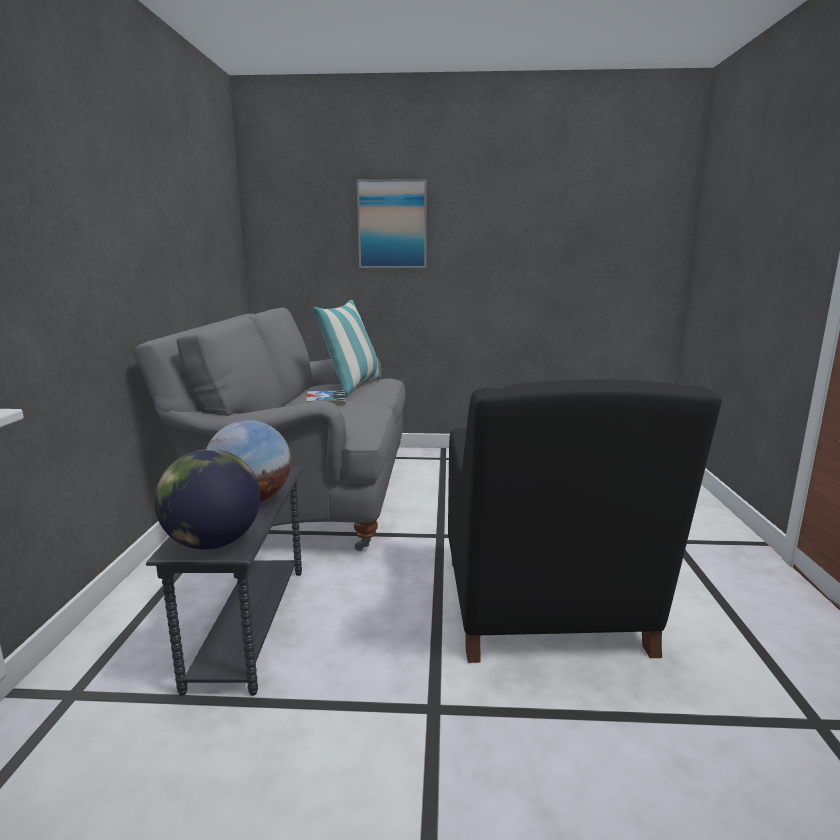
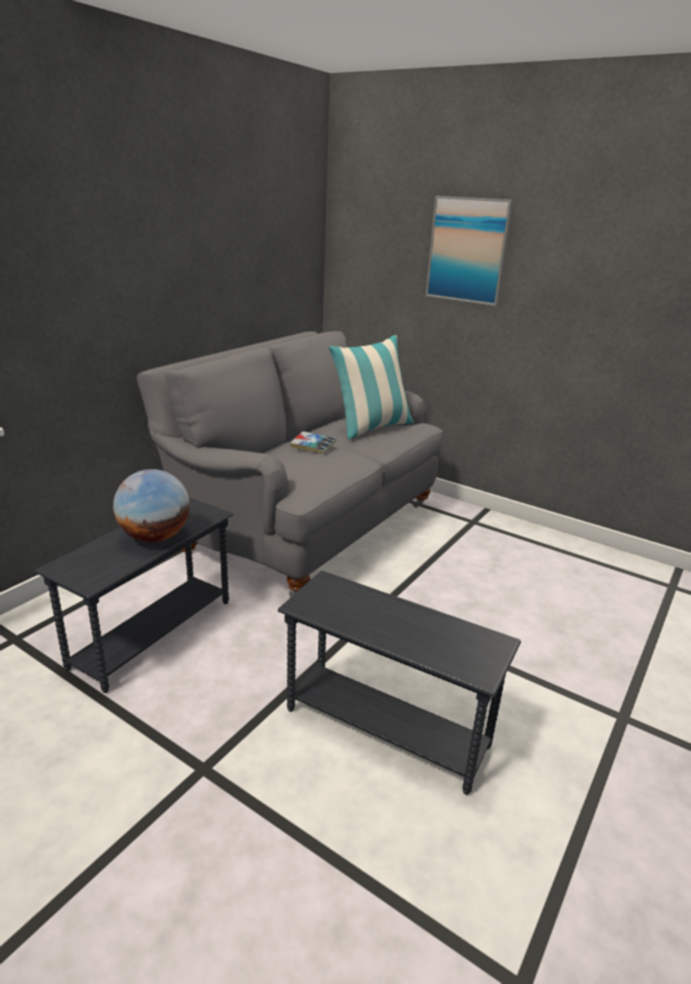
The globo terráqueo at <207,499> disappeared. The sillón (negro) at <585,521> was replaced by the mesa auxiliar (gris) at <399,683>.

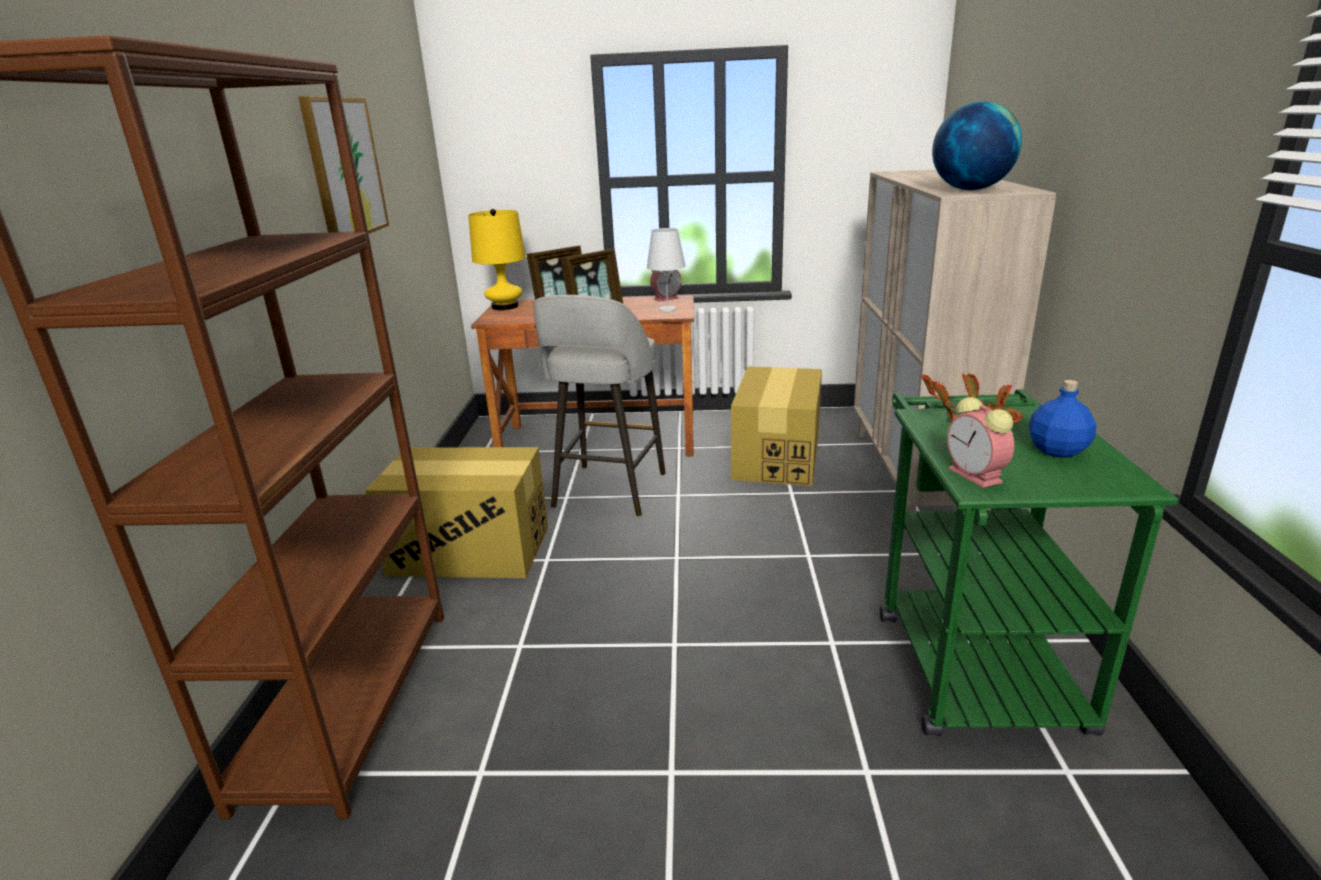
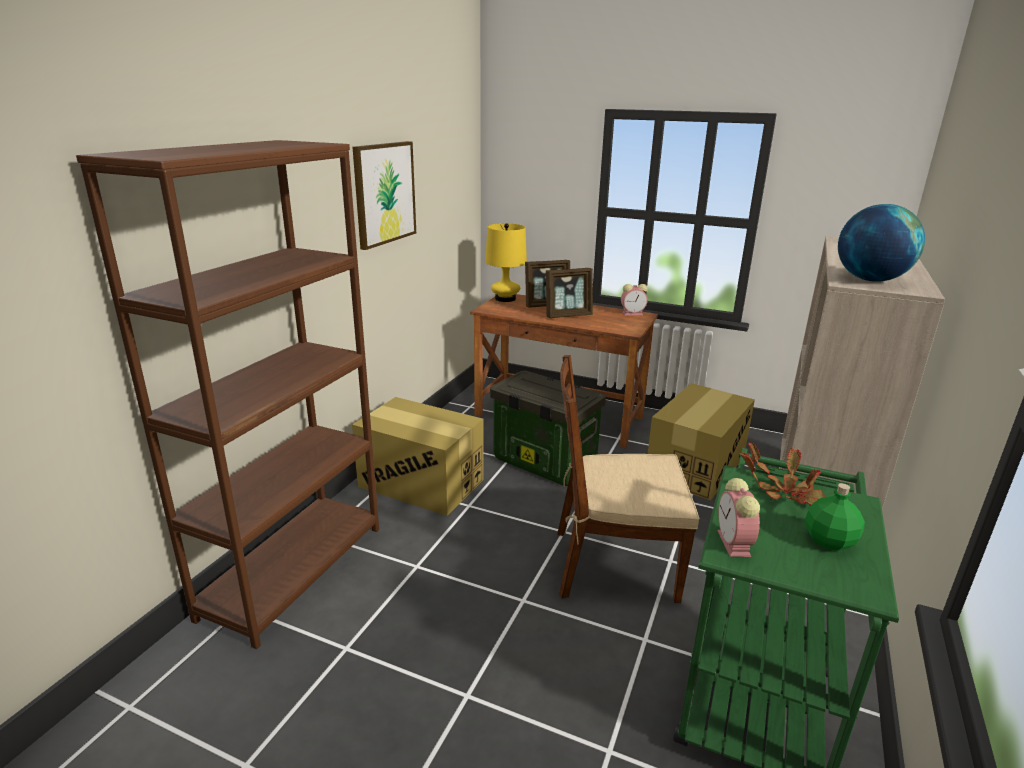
The lámpara de mesa (blanco) at <666,270> disappeared. The silla (marrón) at <628,479> appeared. The taburete (gris) at <599,406> was replaced by the caja de almacenaje at <548,428>. The botella (azul) at <1062,419> became the botella (verde) at <835,517>.

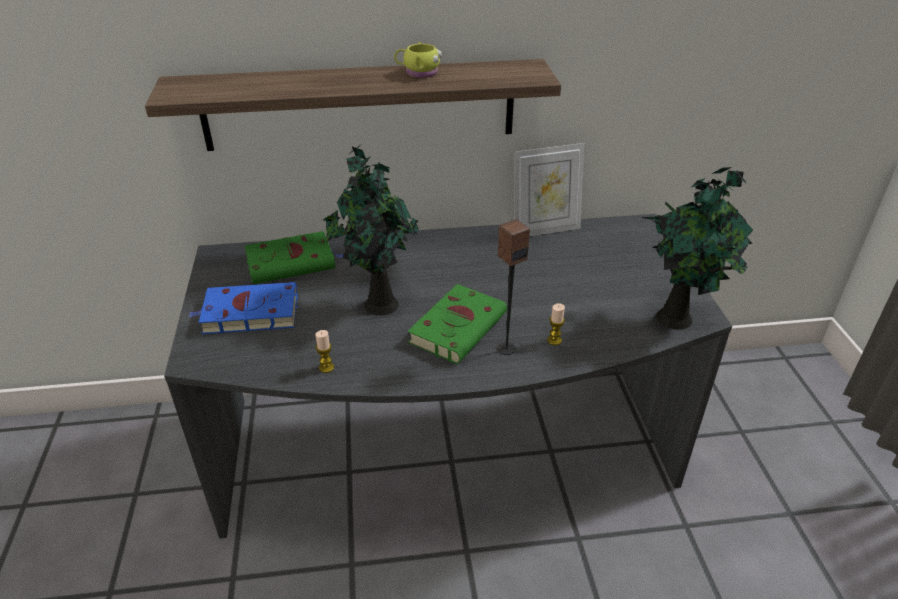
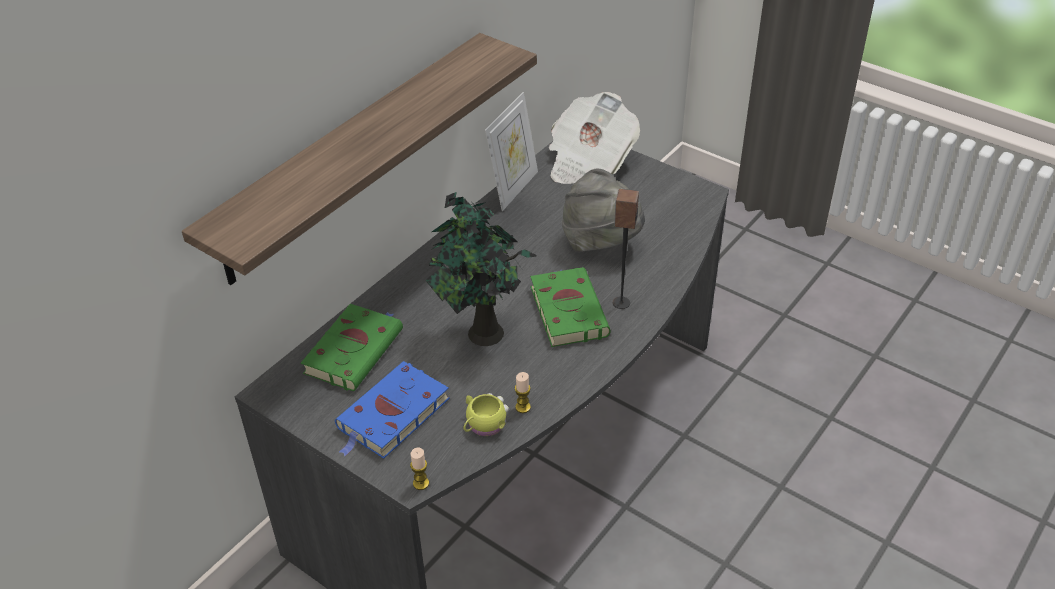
The planta en maceta at <697,248> disappeared. The periódico at <594,138> appeared. The sombrero (gris) at <603,210> appeared. The taza grande (amarillo) moved from <418,60> to <486,414>. The vela moved from <556,324> to <419,469>.

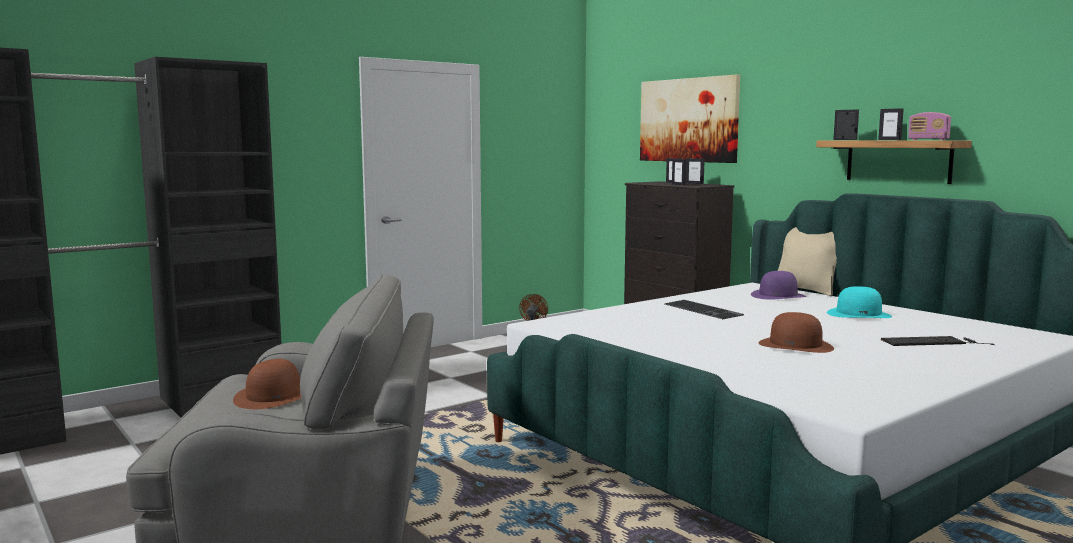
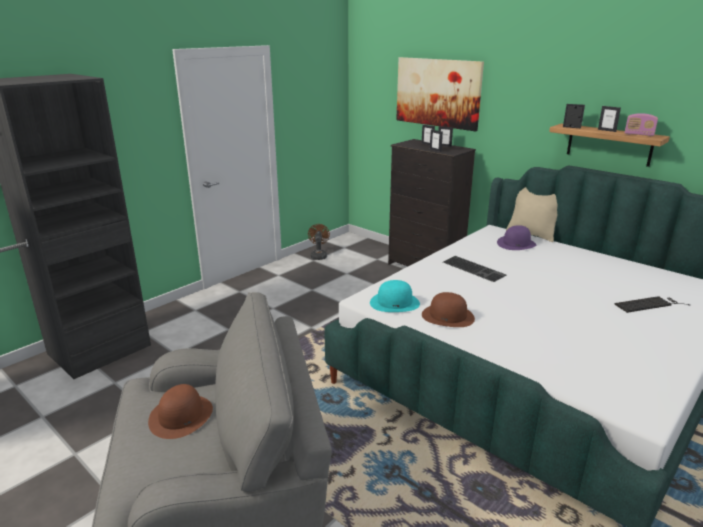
The sombrero (marrón) moved from <796,332> to <448,309>. The sombrero (turquesa) moved from <859,302> to <395,296>.

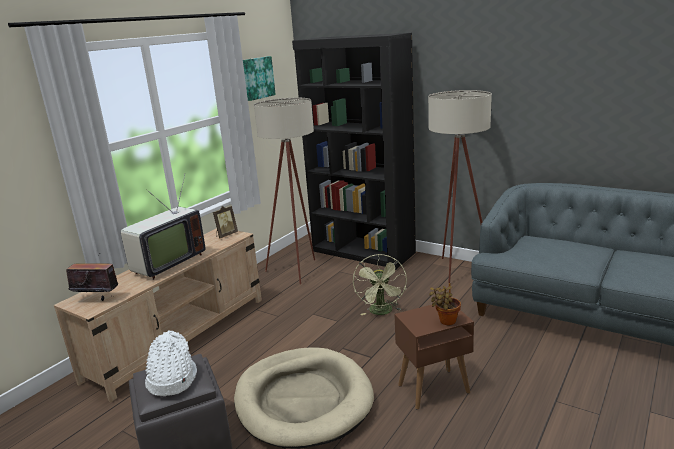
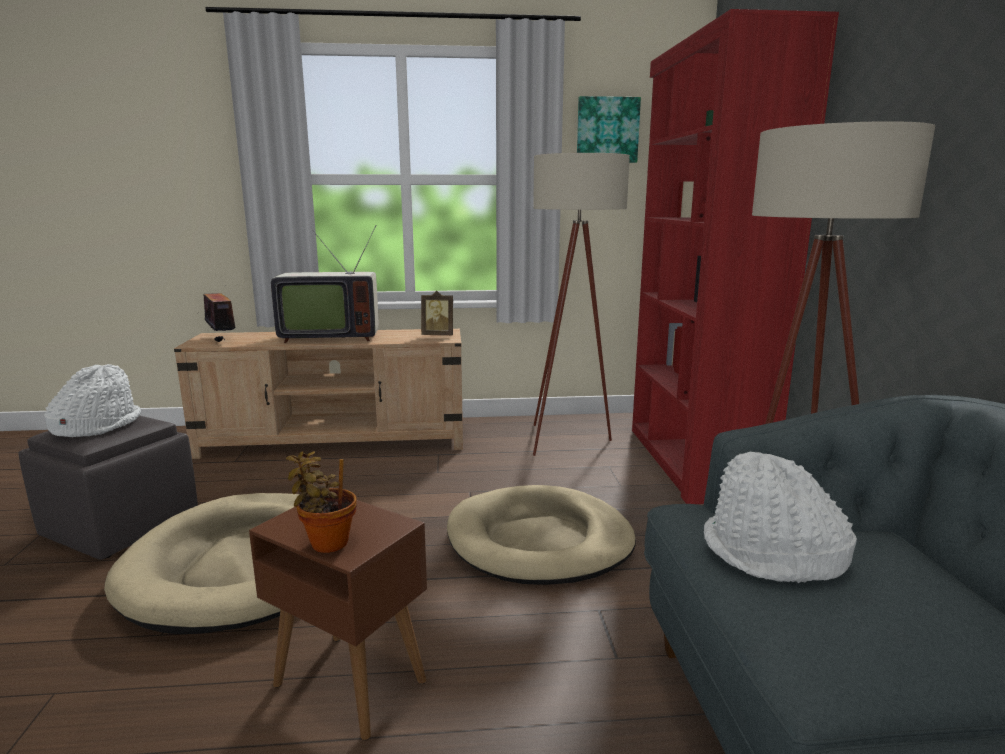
The sombrero (blanco) at <780,517> appeared. The ventilador (verde) at <380,284> was replaced by the cama para perro (beis) at <541,535>. The estantería (negro) at <354,151> became the estantería (rojo) at <735,256>.

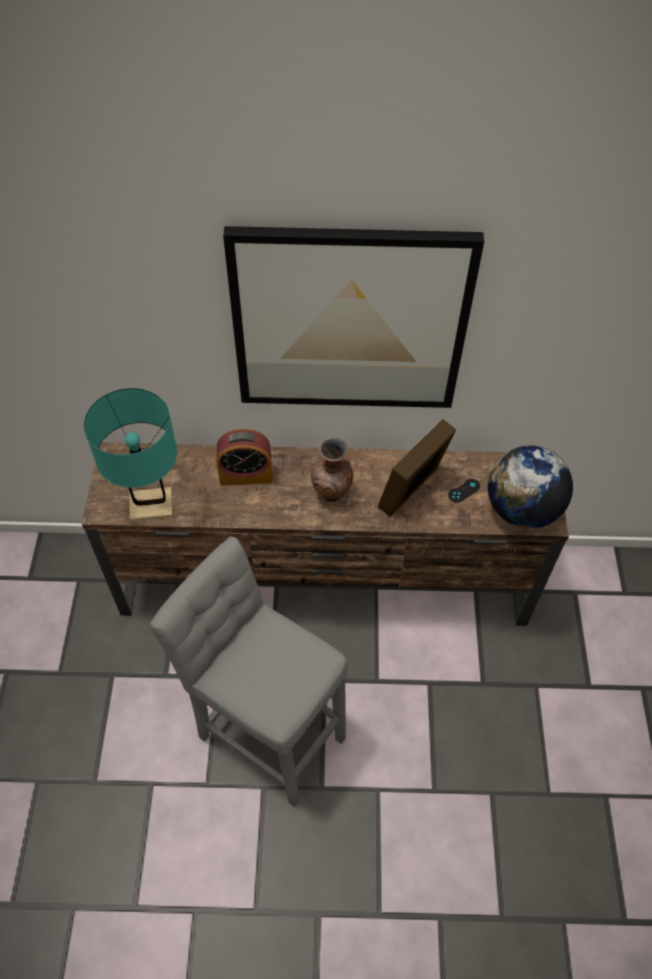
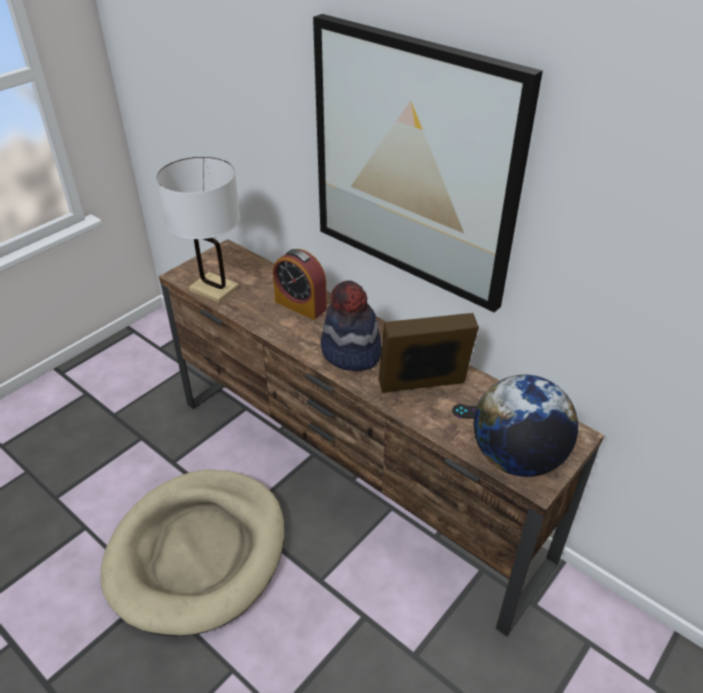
The taburete (gris) at <249,671> was replaced by the cama para perro (beis) at <192,552>. The florero (marrón) at <332,470> was replaced by the sombrero at <351,325>. The lámpara de mesa (turquesa) at <130,454> became the lámpara de mesa (blanco) at <198,230>.

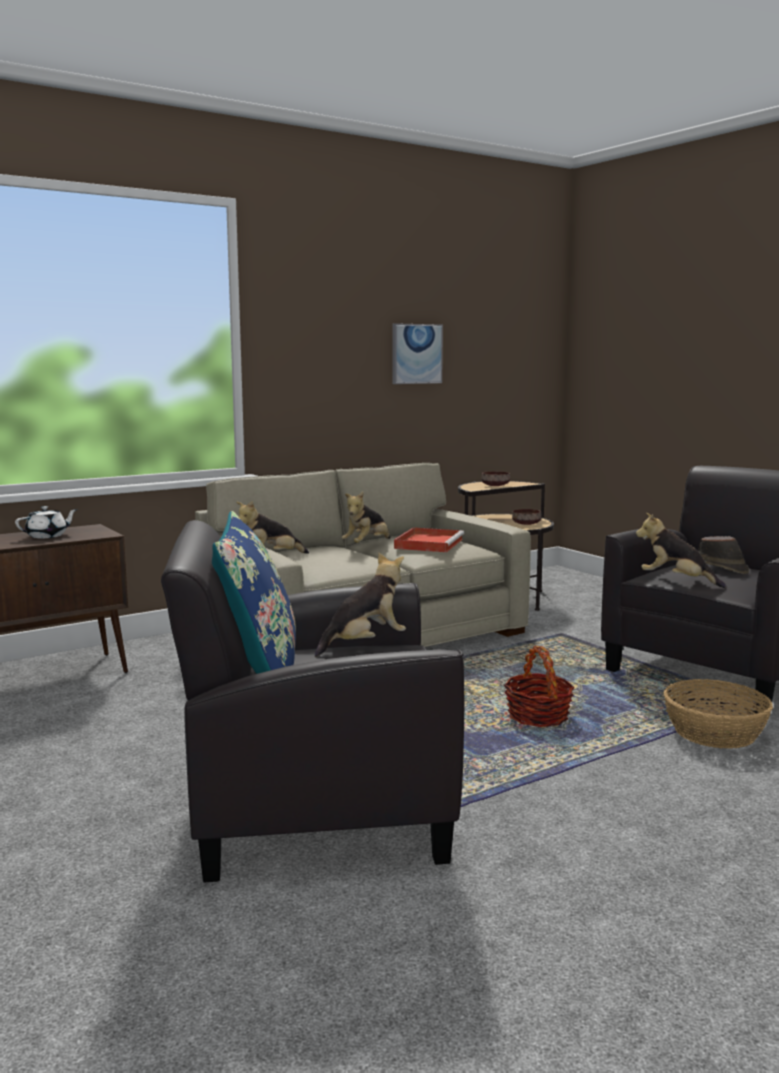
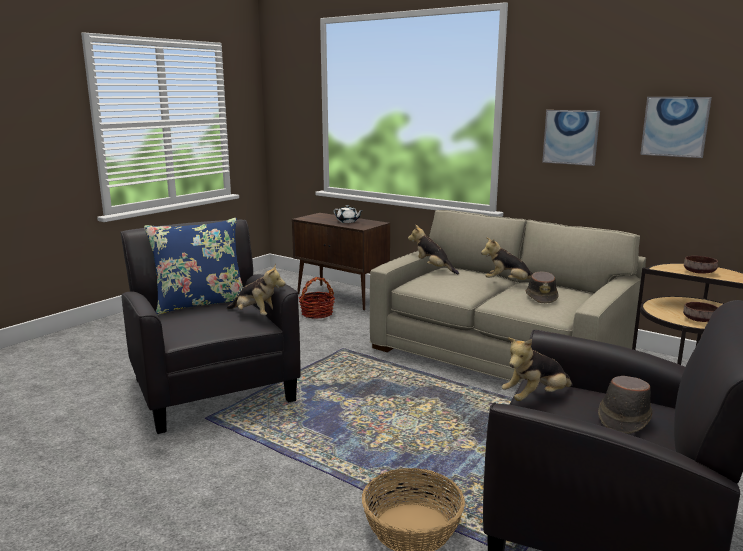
The cuadro at <571,138> appeared. The cesta moved from <539,686> to <317,298>. The bandeja (rojo) at <429,539> was replaced by the sombrero (marrón) at <542,287>. The peluche at <681,550> turned 135 degrees counterclockwise.

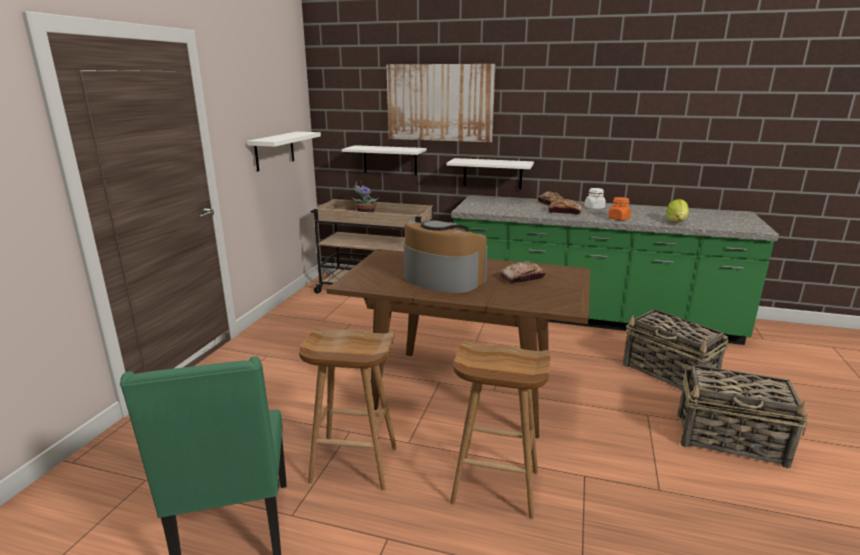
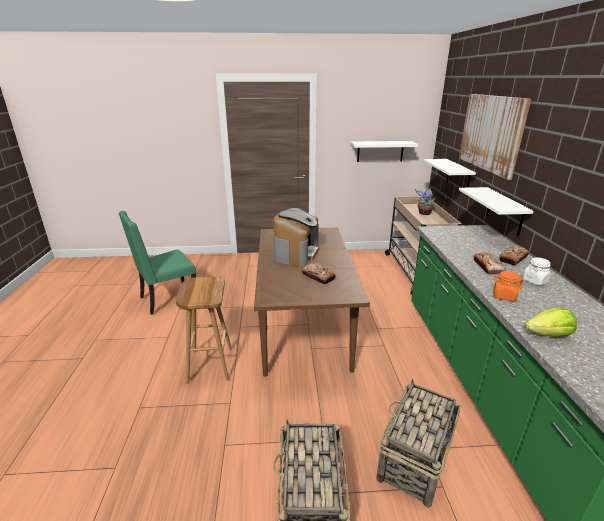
The taburete (marrón) at <348,409> disappeared.

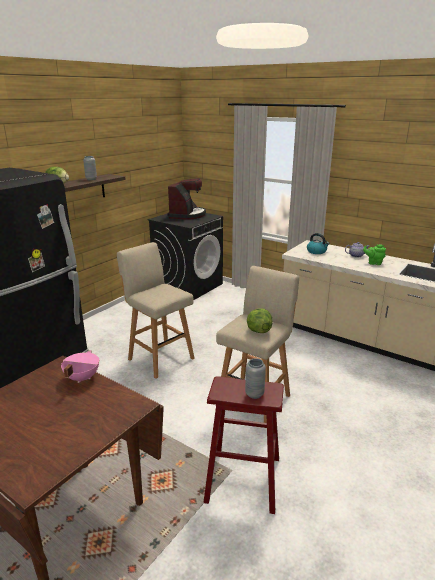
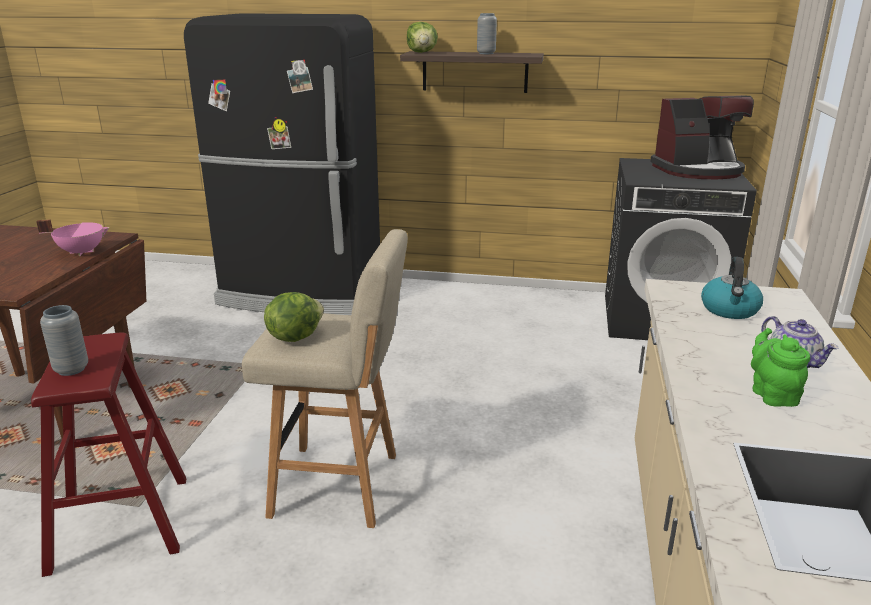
The taburete (beis) at <156,310> disappeared.

